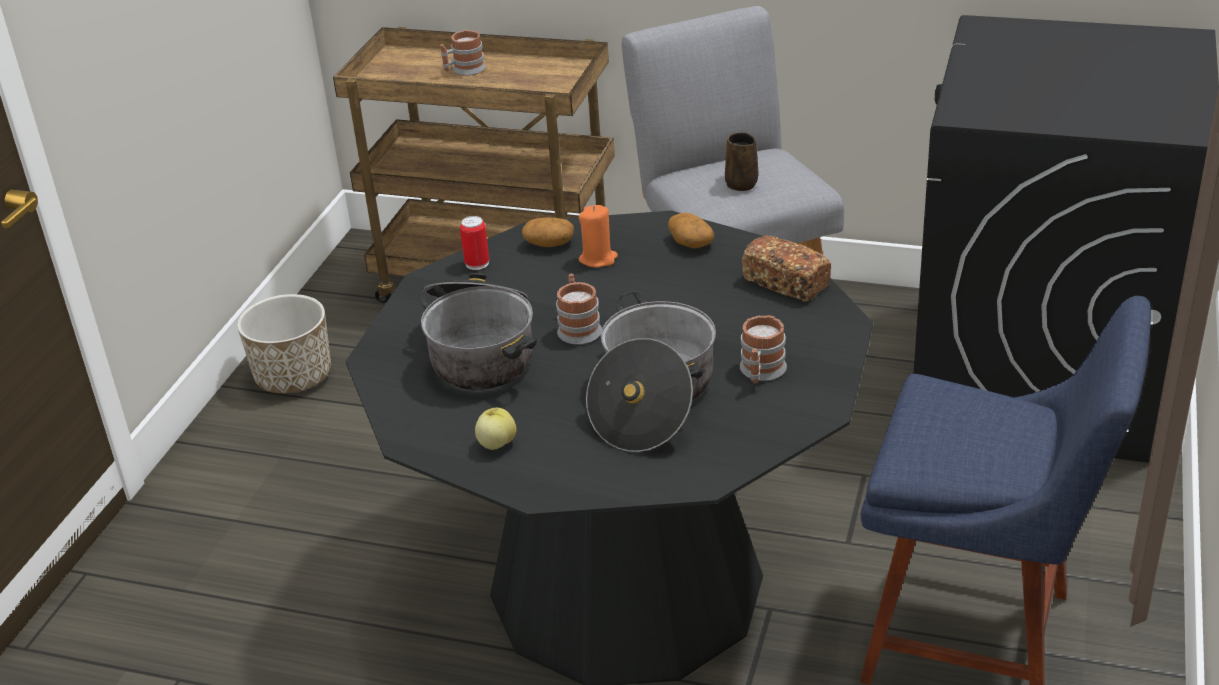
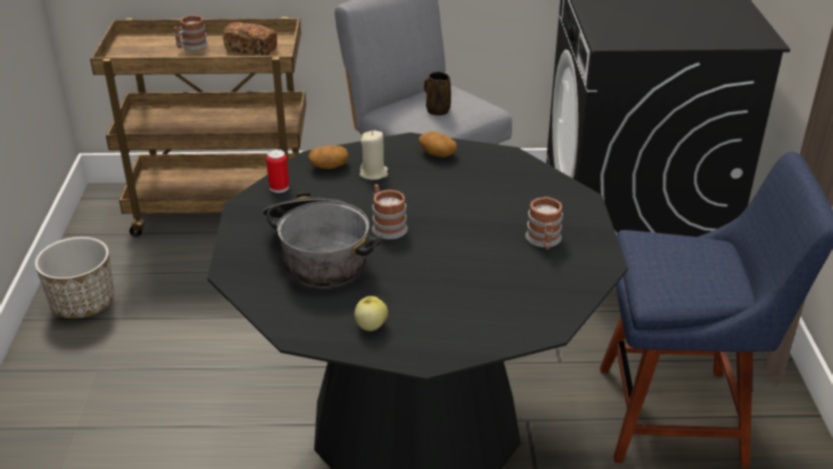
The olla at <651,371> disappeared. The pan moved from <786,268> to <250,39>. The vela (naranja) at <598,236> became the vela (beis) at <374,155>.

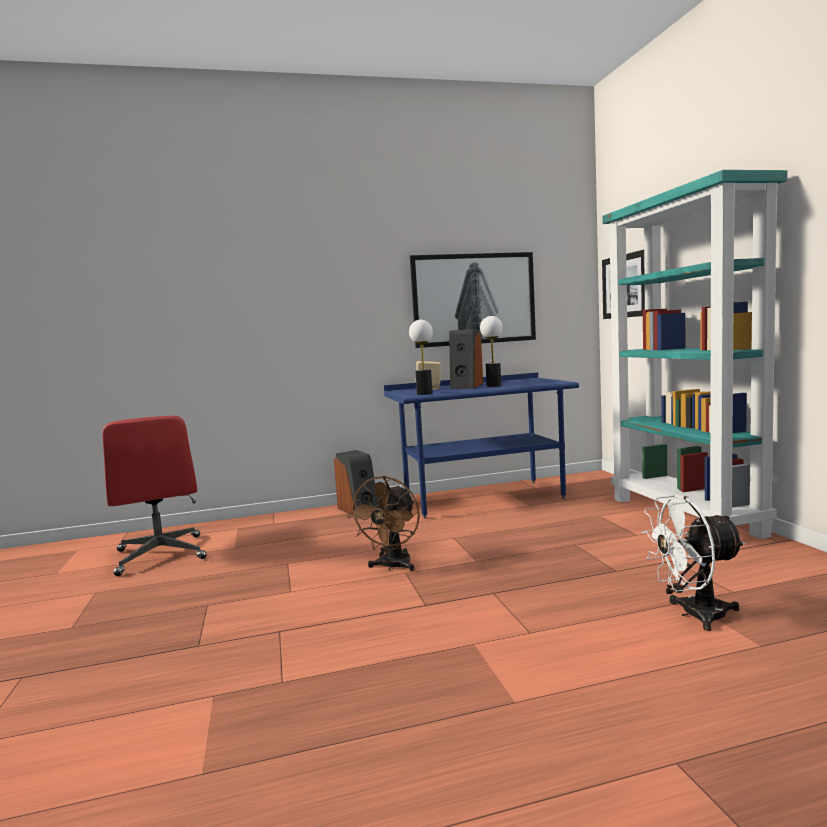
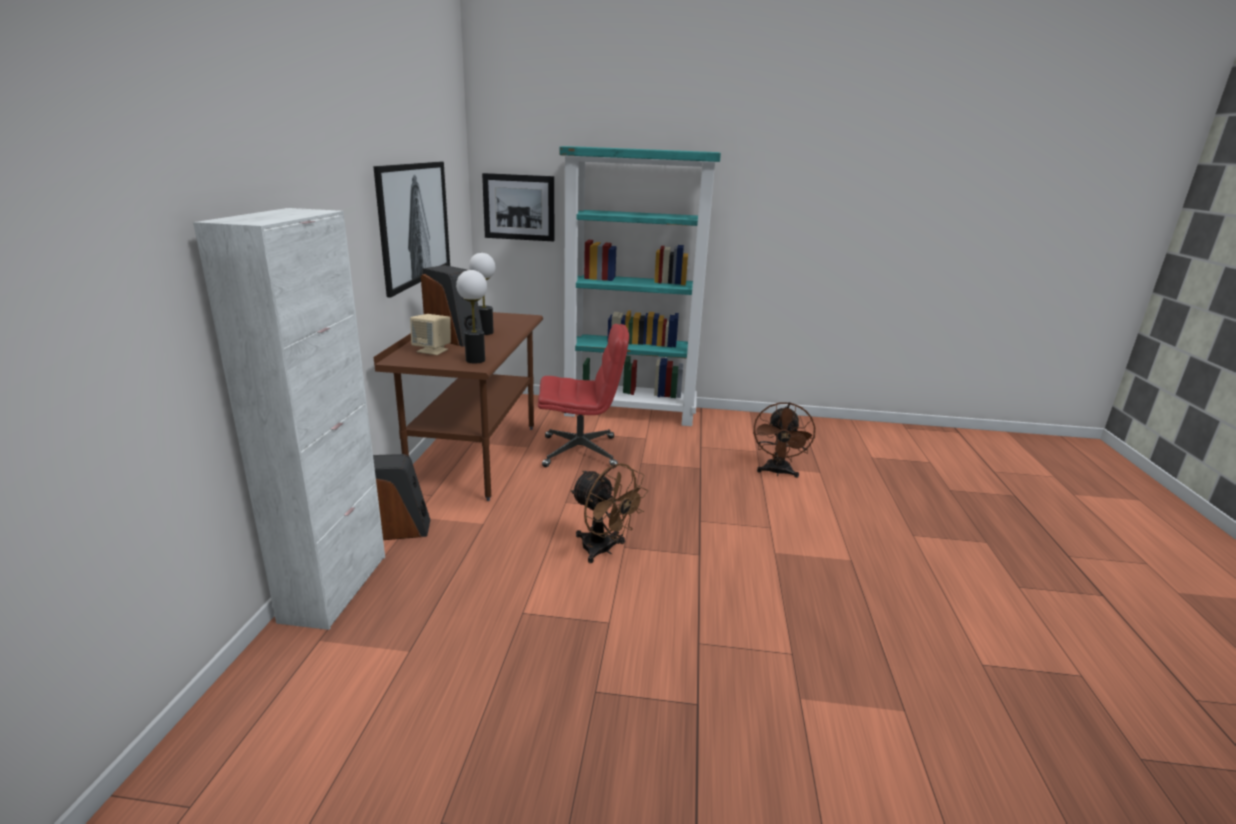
The armario (blanco) at <289,419> appeared. The silla de oficina (rojo) moved from <154,496> to <583,396>. The escritorio (azul) at <481,445> became the escritorio (marrón) at <458,406>. The ventilador (blanco) at <693,563> became the ventilador (marrón) at <784,440>.

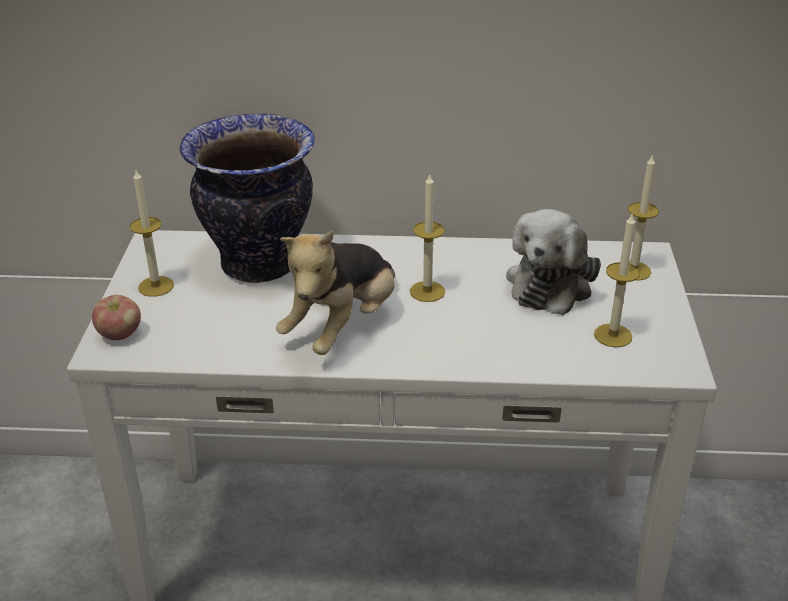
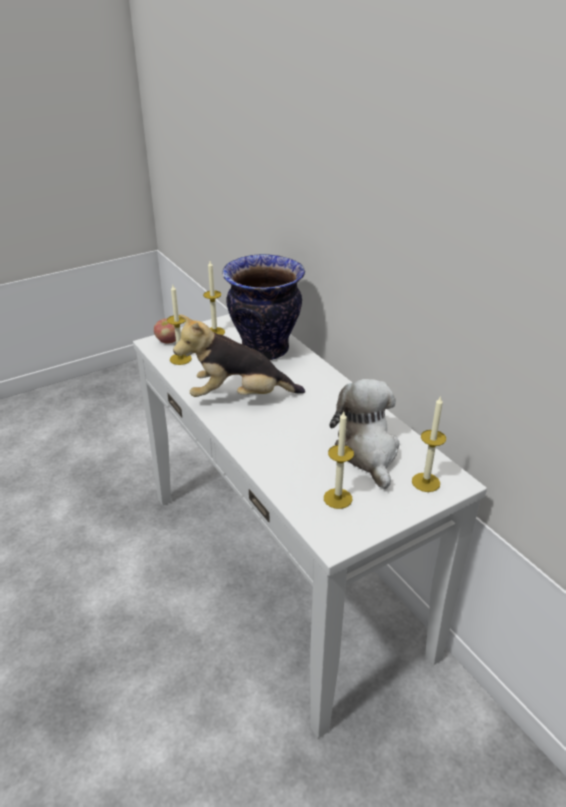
The vela moved from <427,238> to <179,325>. The peluche at <553,262> turned 90 degrees clockwise.

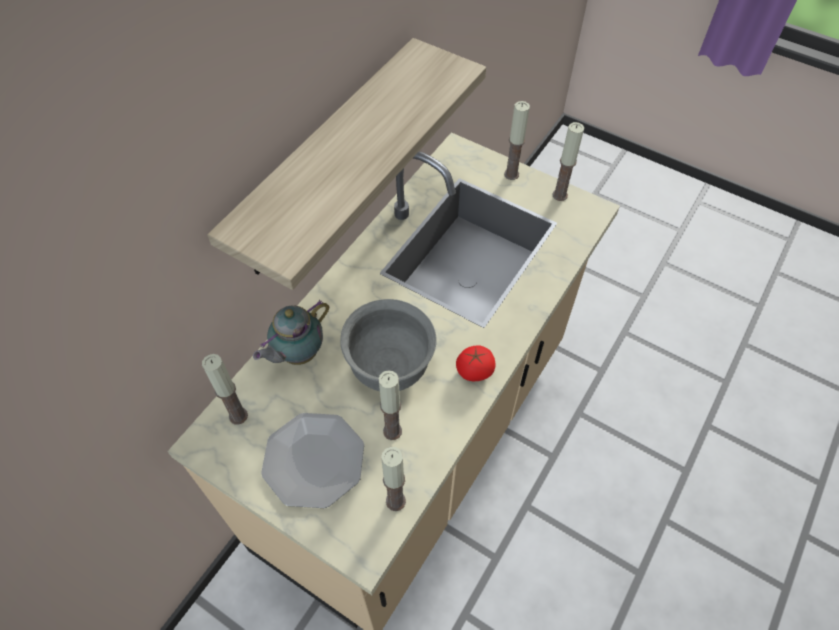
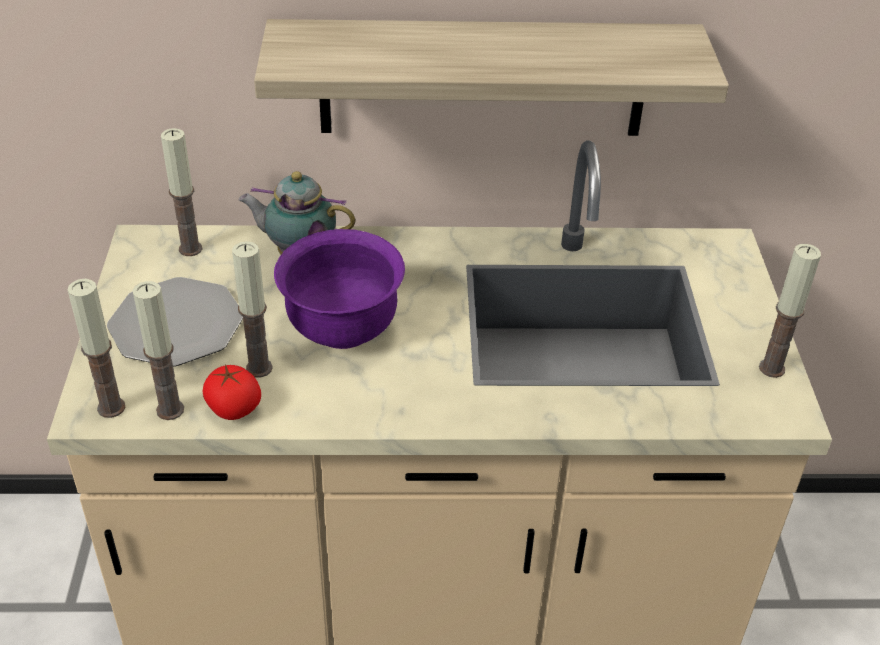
The tomate moved from <475,363> to <231,392>. The vela moved from <517,140> to <97,348>. The cuenco (gris) at <388,345> became the cuenco (morado) at <339,289>.

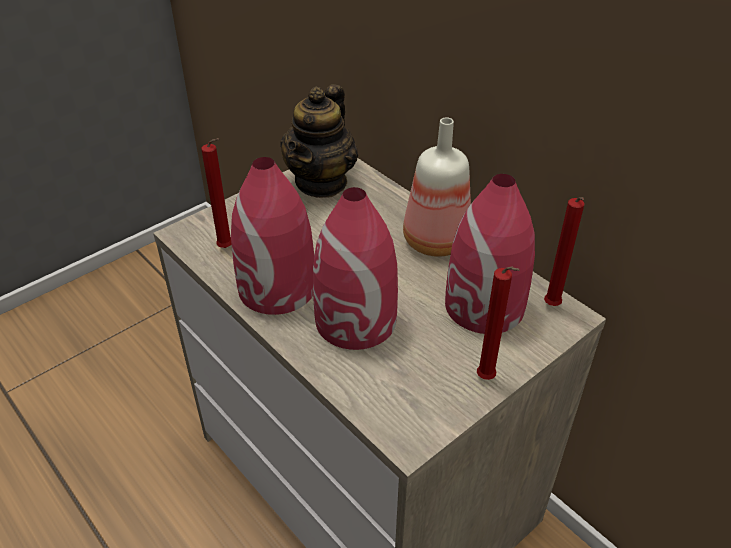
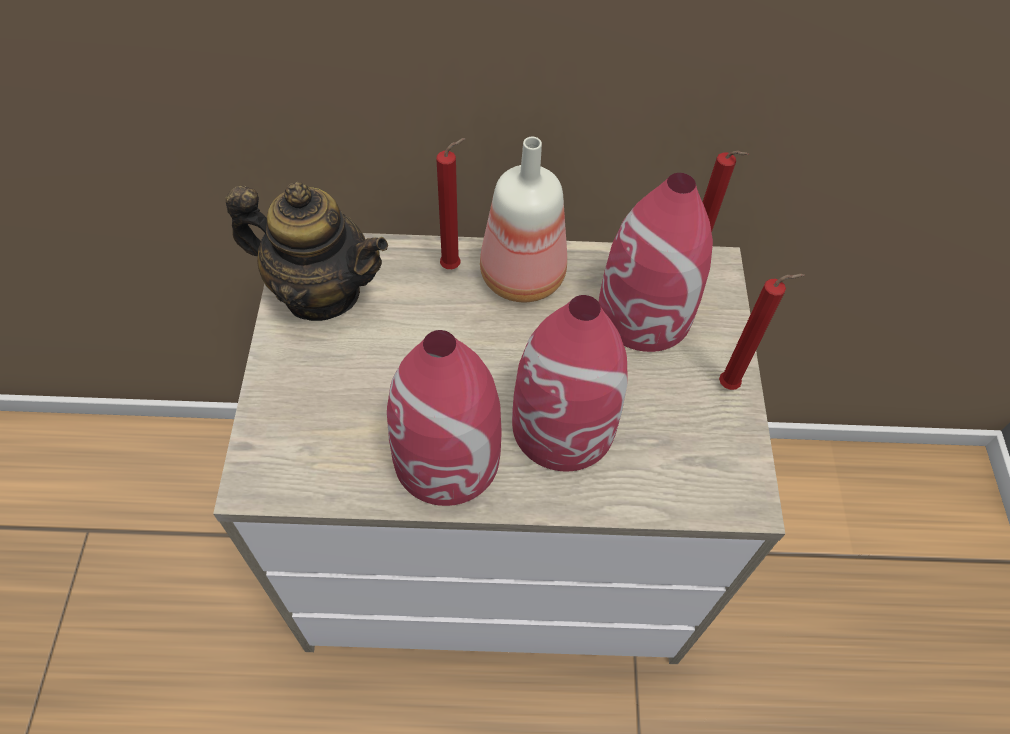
The vela (rojo) moved from <216,193> to <451,203>. The tetera at <319,141> turned 45 degrees counterclockwise.

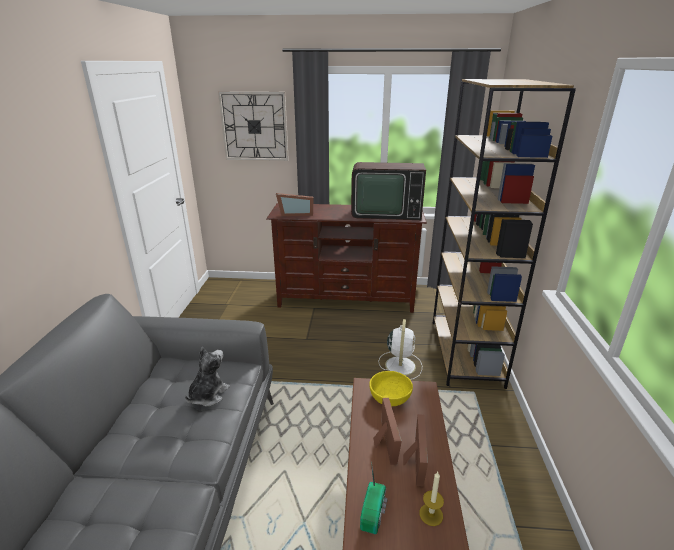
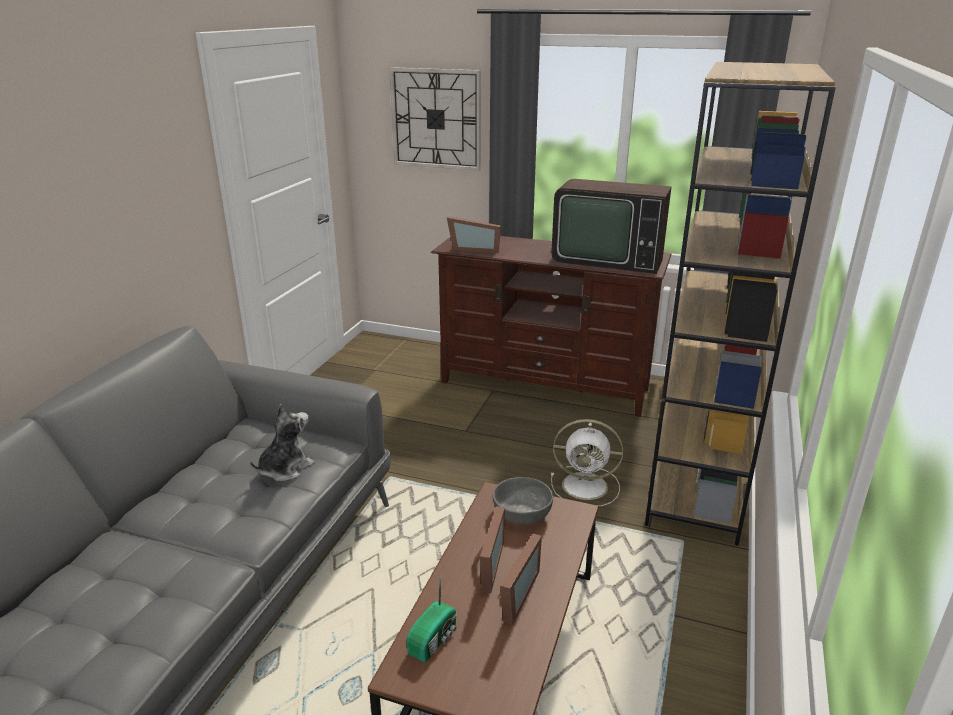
The vela at <431,499> disappeared. The cuenco (amarillo) at <391,388> became the cuenco (gris) at <523,501>. The ventilador (blanco) at <400,349> turned 75 degrees clockwise.

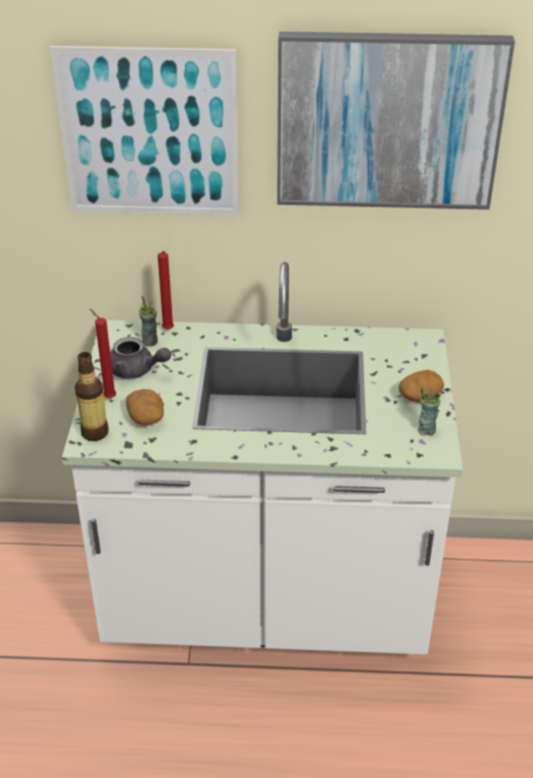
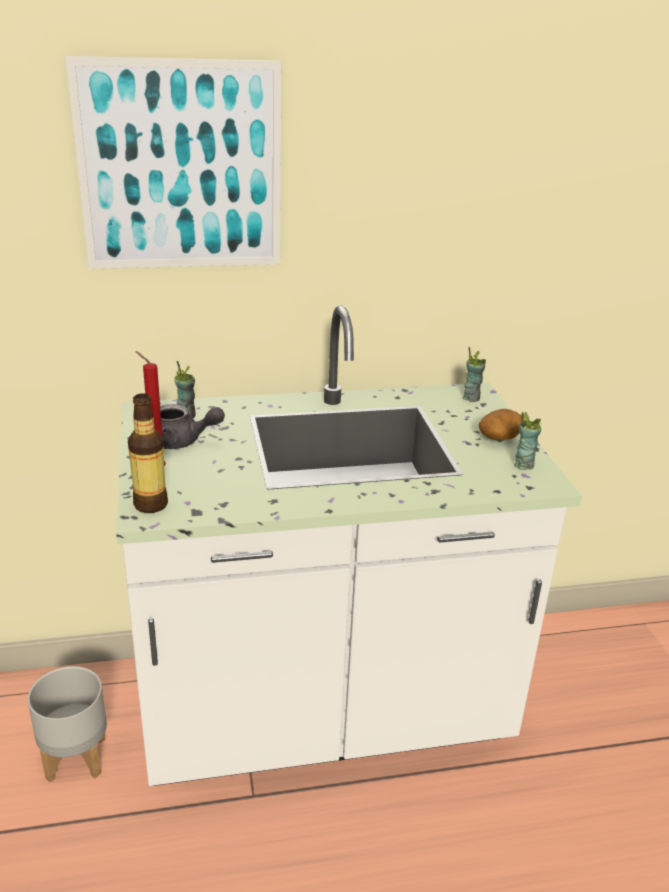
The patata at <145,407> disappeared. The vela (rojo) at <166,290> disappeared. The cuadro at <396,120> disappeared. The maceta (gris) at <67,724> appeared. The taza at <474,374> appeared.

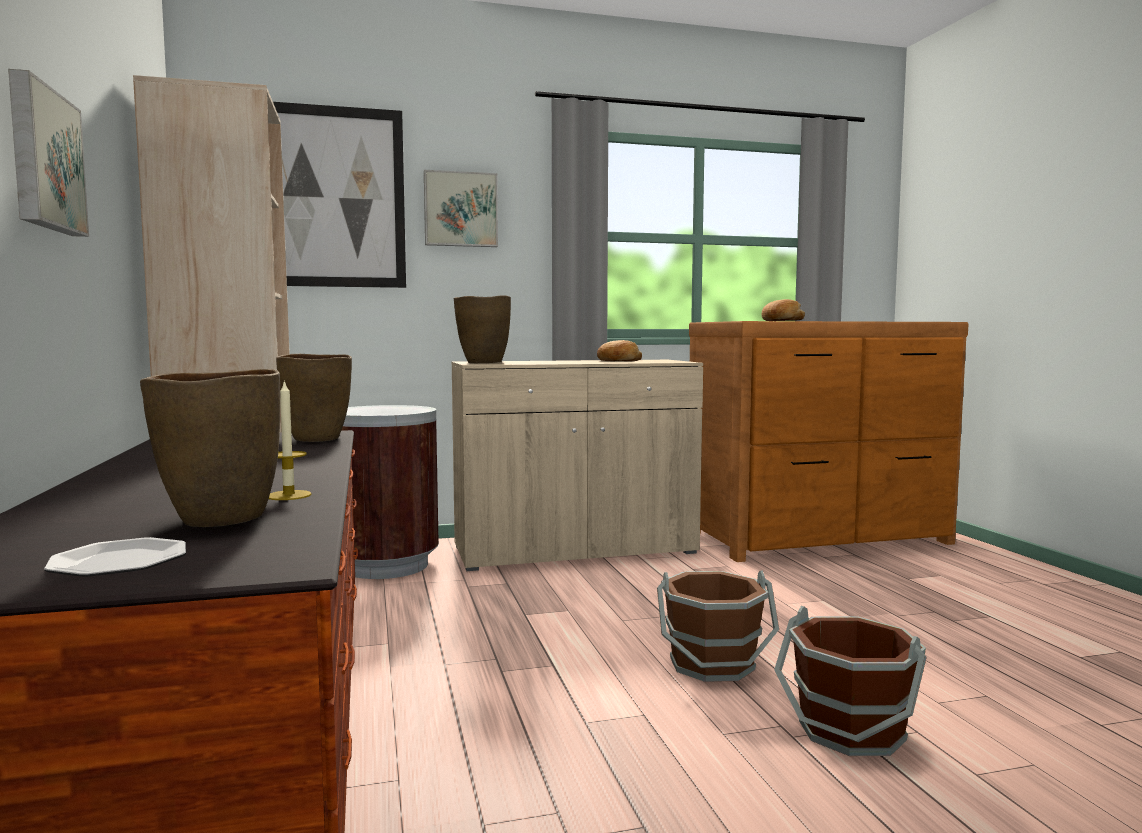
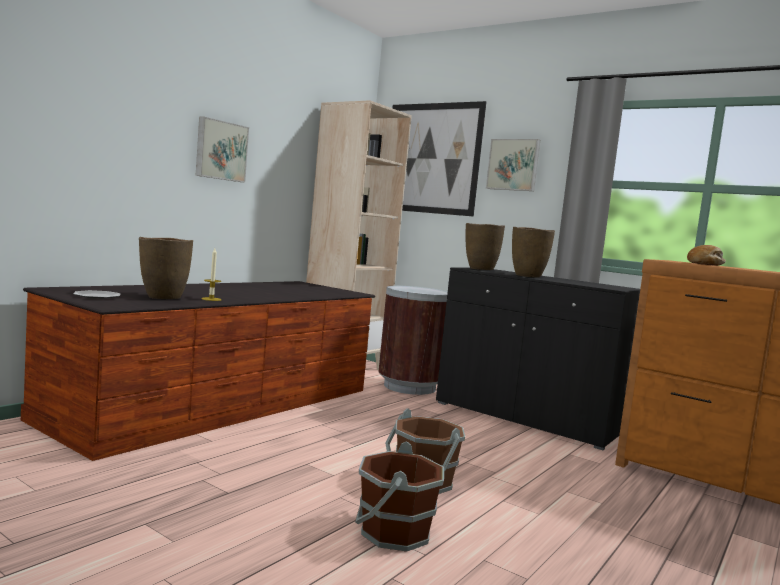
The pan at <619,350> disappeared. The florero (marrón) moved from <314,398> to <533,252>. The armario (beis) at <577,465> became the armario (negro) at <538,358>.

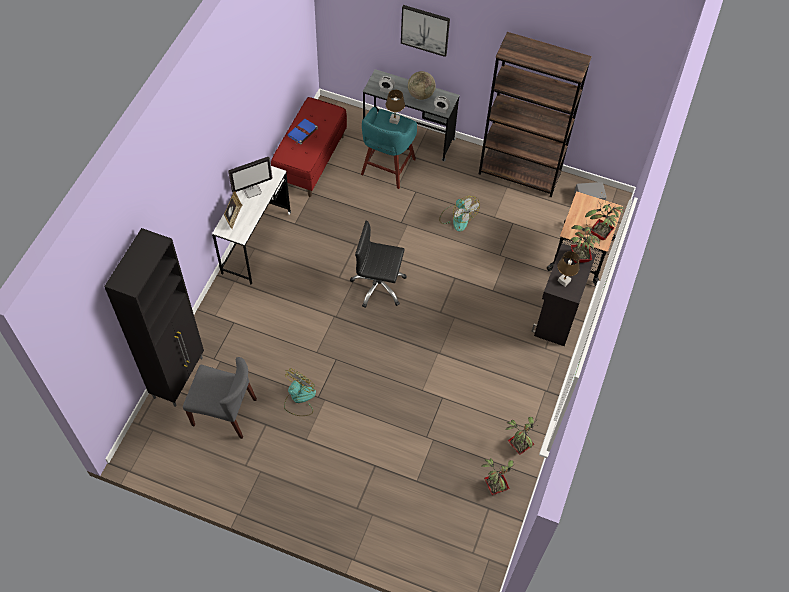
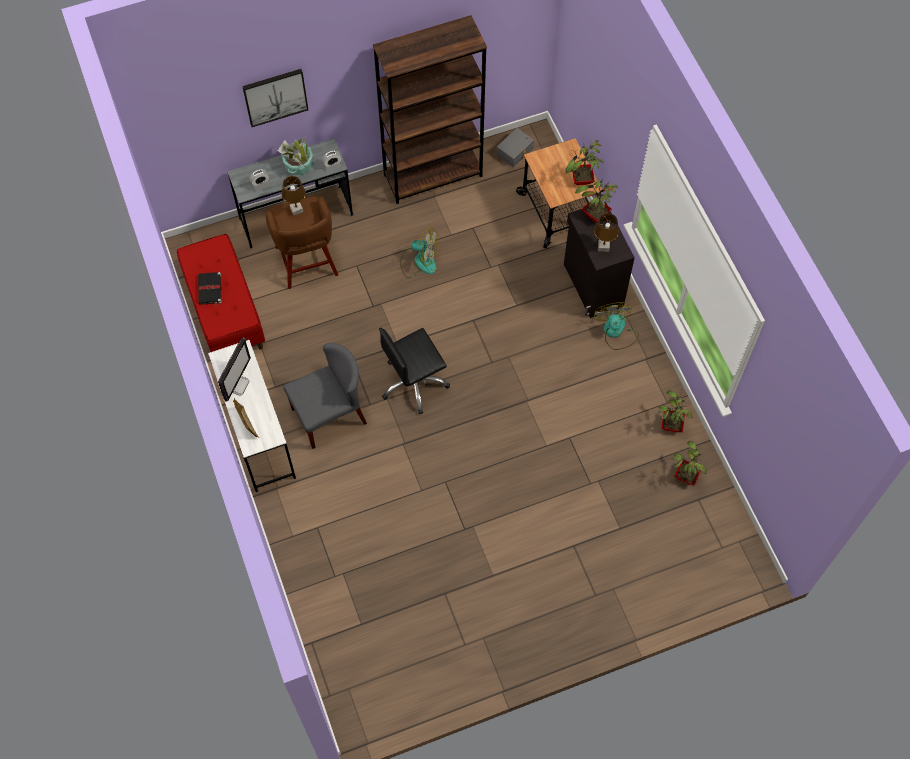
The armario (negro) at <154,317> disappeared. The silla (gris) moved from <220,398> to <325,396>. The ventilador moved from <300,392> to <616,326>. The globo terráqueo at <421,85> was replaced by the planta en maceta at <295,156>. The libro (azul) at <302,131> became the libro (negro) at <210,289>. The taburete (turquesa) at <389,148> became the taburete (marrón) at <302,242>.

